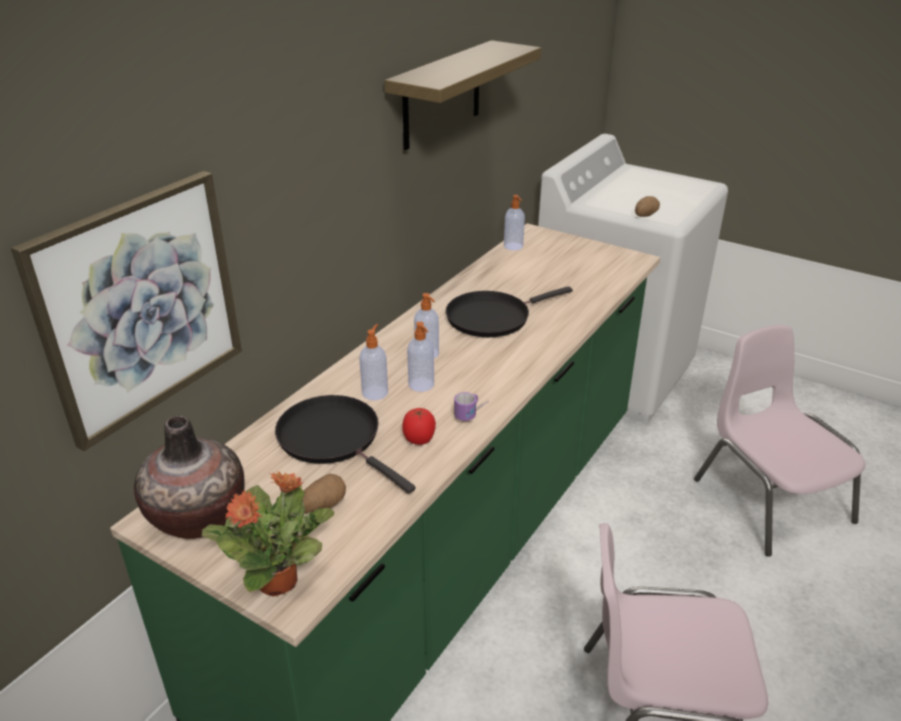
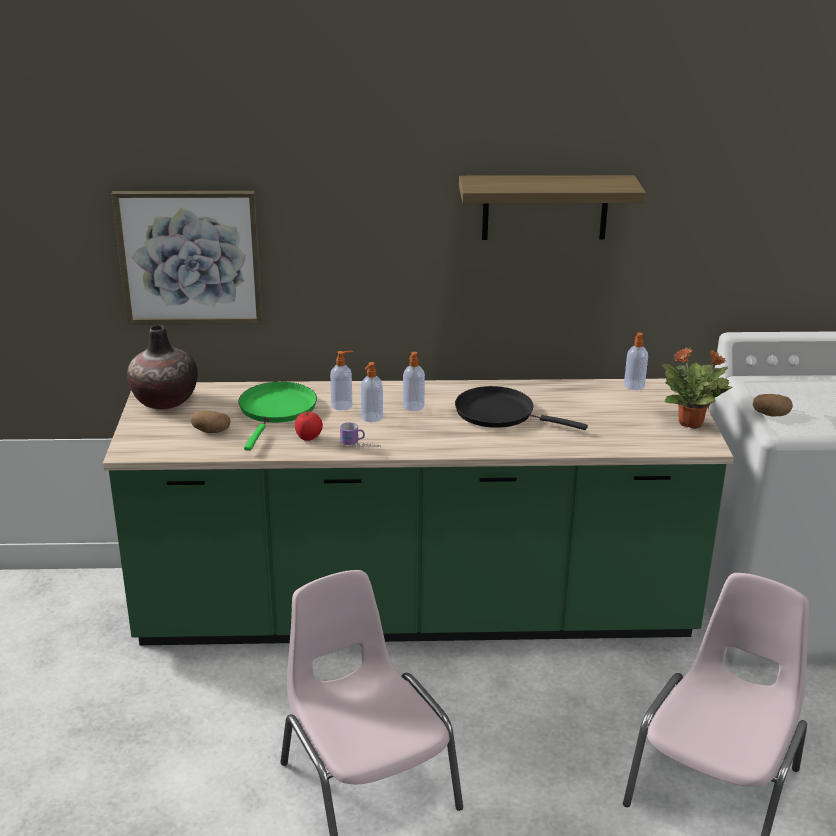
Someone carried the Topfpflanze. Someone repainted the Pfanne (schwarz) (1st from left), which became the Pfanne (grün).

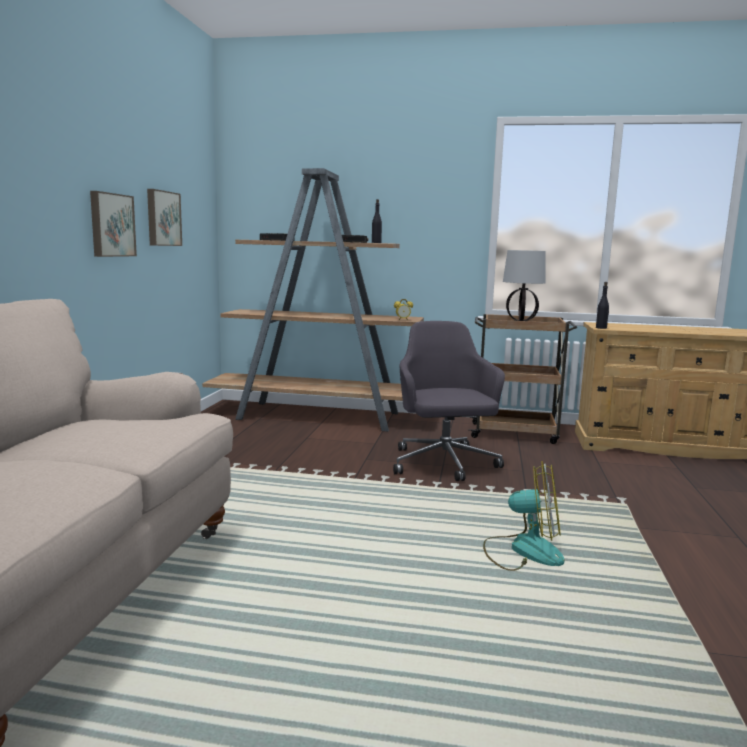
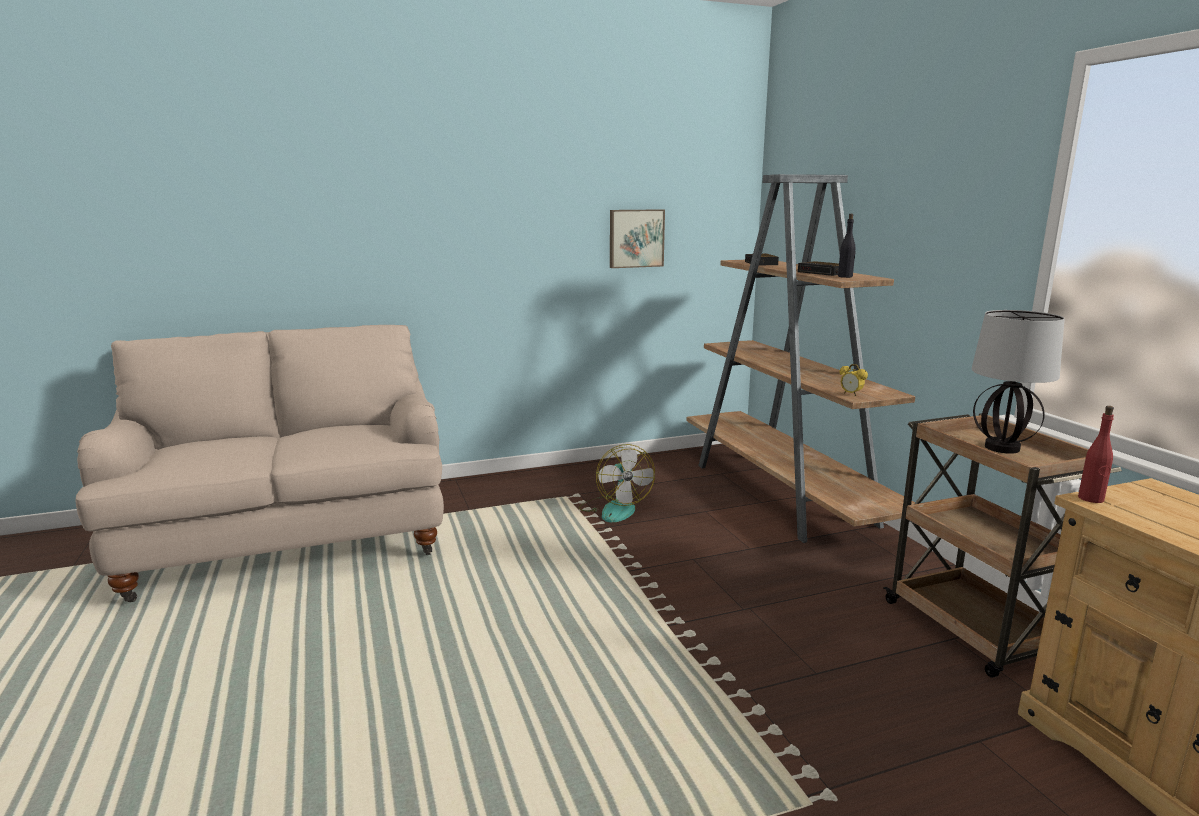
Someone took away the Bild (1st from left). Someone took away the Bürostuhl (grau). Someone carried the Ventilator. Someone repainted the Flasche (schwarz) (2nd from left), which became the Flasche (rot).

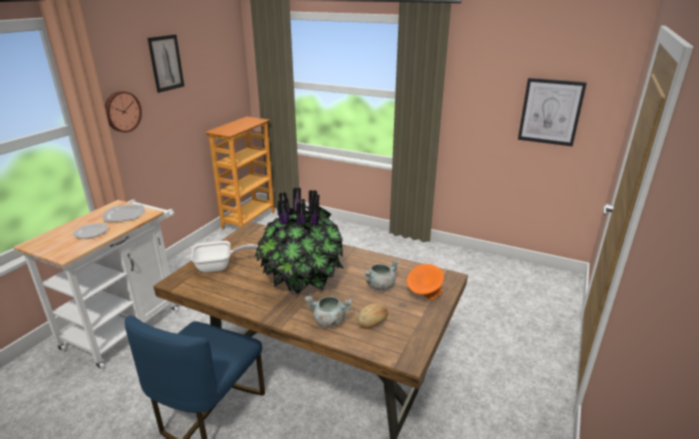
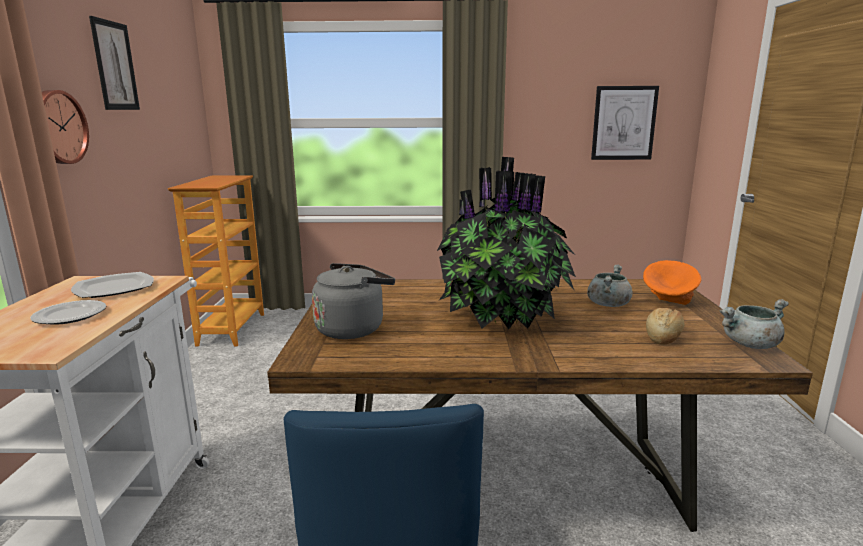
Someone carried the Kochtopf (grau) (1st from left in the first image). Someone swapped the Pfanne for the Wasserkessel (grau).

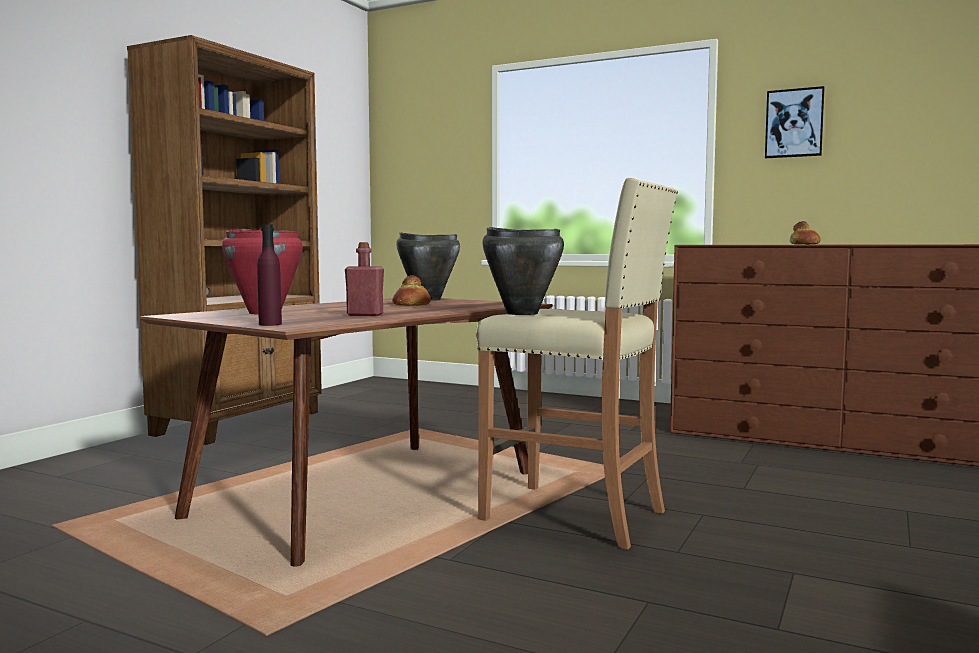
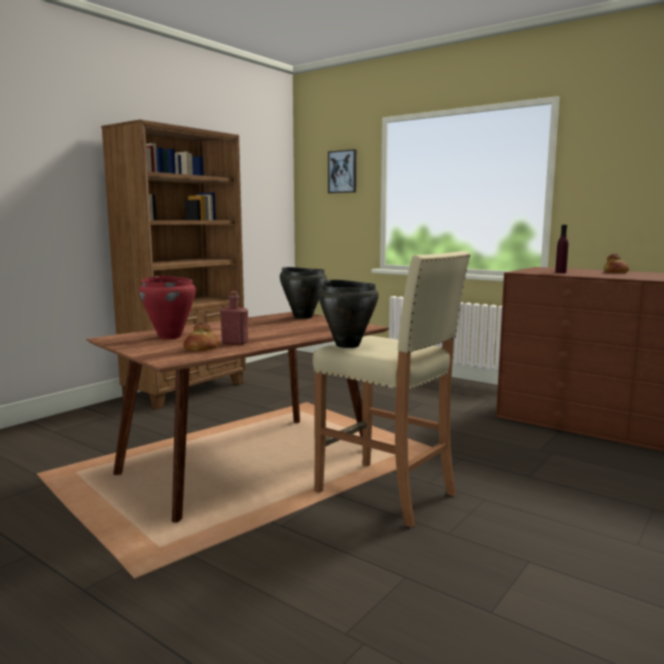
Someone carried the Flasche (lila). Someone carried the Brot (1st from left). Someone carried the Bild.

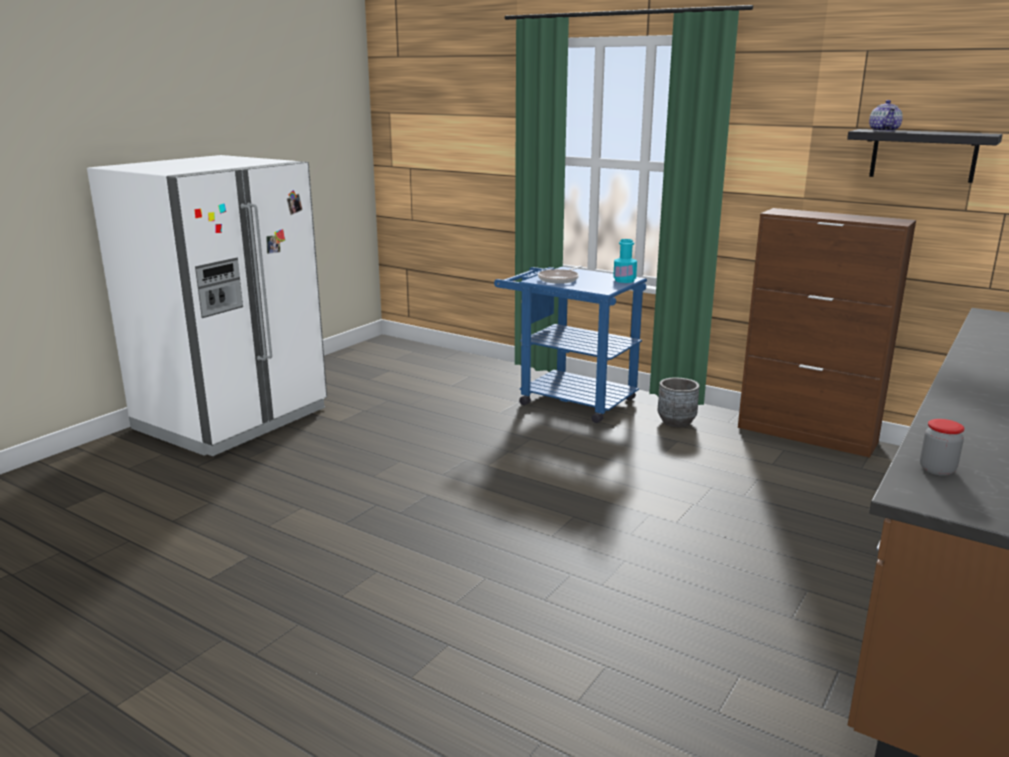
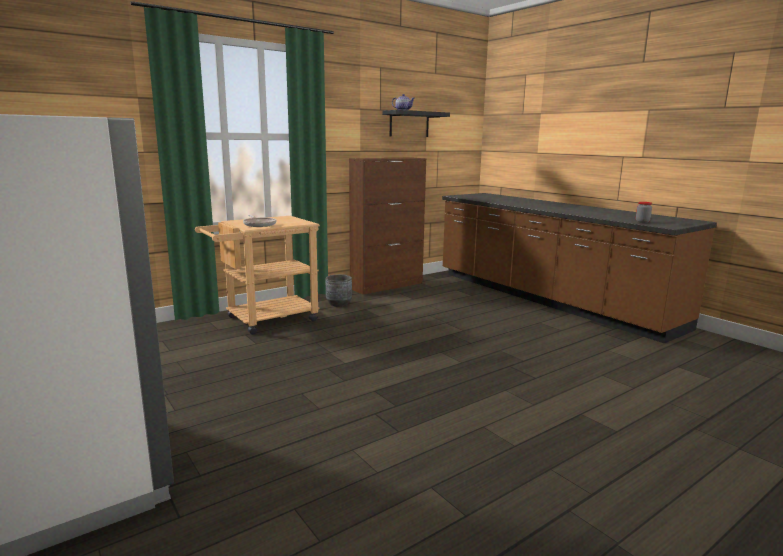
Someone took away the Flasche (türkis). Someone repainted the Rollwagen (blau), which became the Rollwagen (beige).

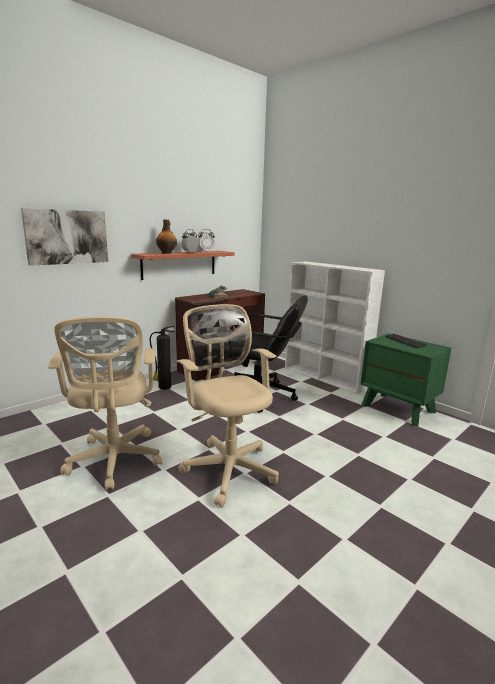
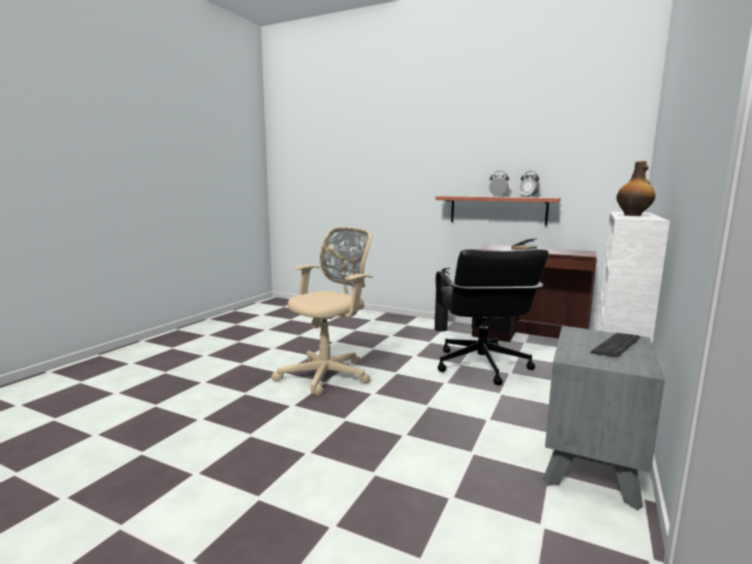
Someone took away the Bild. Someone took away the Bürostuhl (beige) (1st from left). Someone carried the Flasche. Someone repainted the Nachttisch (grün), which became the Nachttisch (grau).

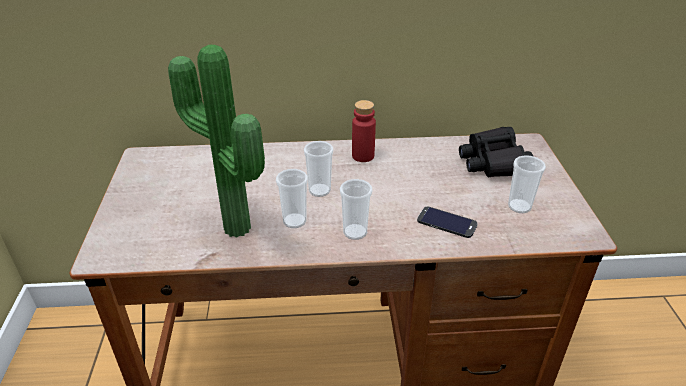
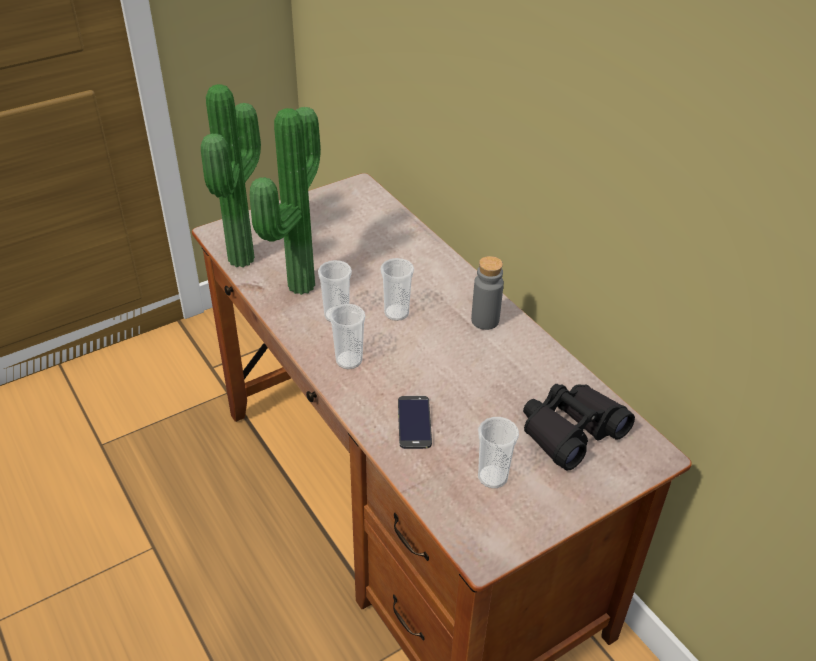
Someone put down the Topfpflanze (1st from left). Someone repainted the Flasche (rot), which became the Flasche (grau).

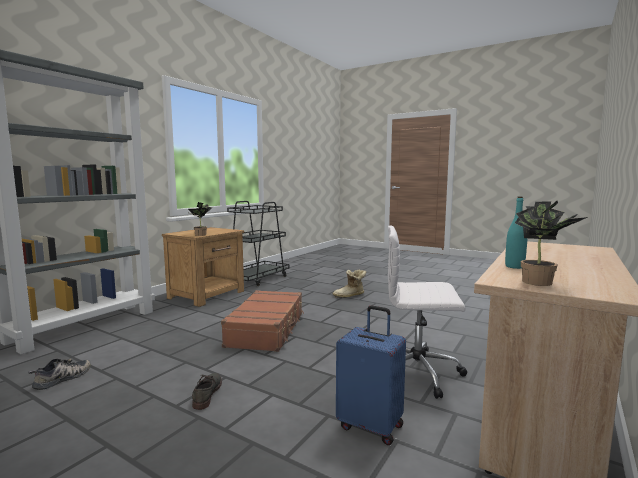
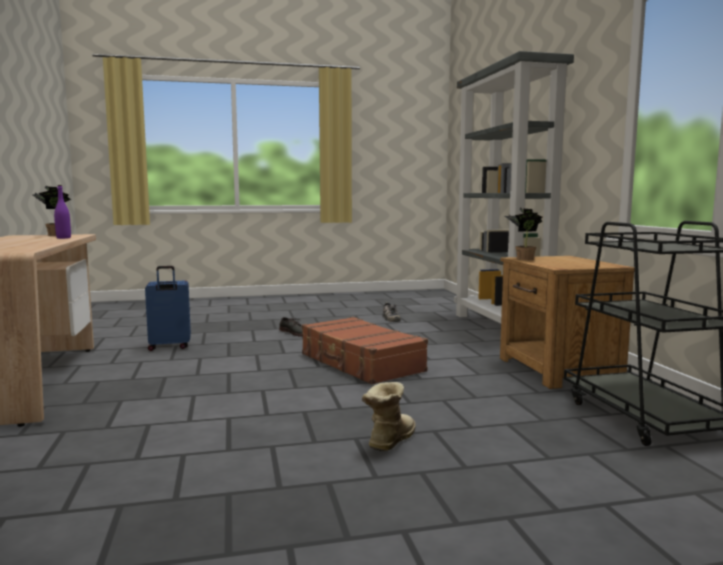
Someone took away the Bürostuhl (weiß). Someone repainted the Flasche (türkis), which became the Flasche (lila).

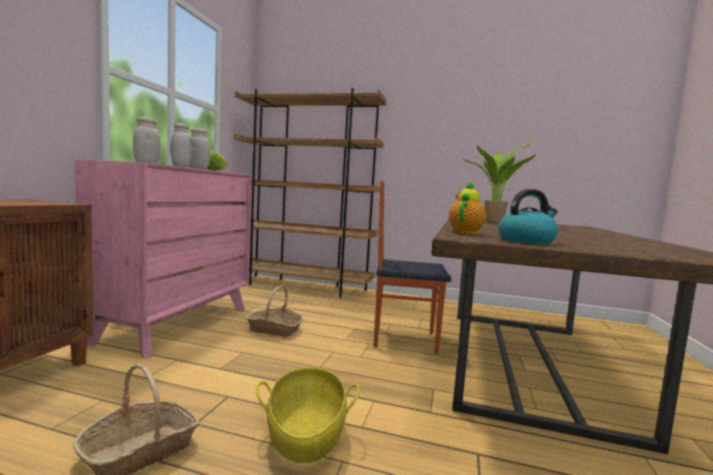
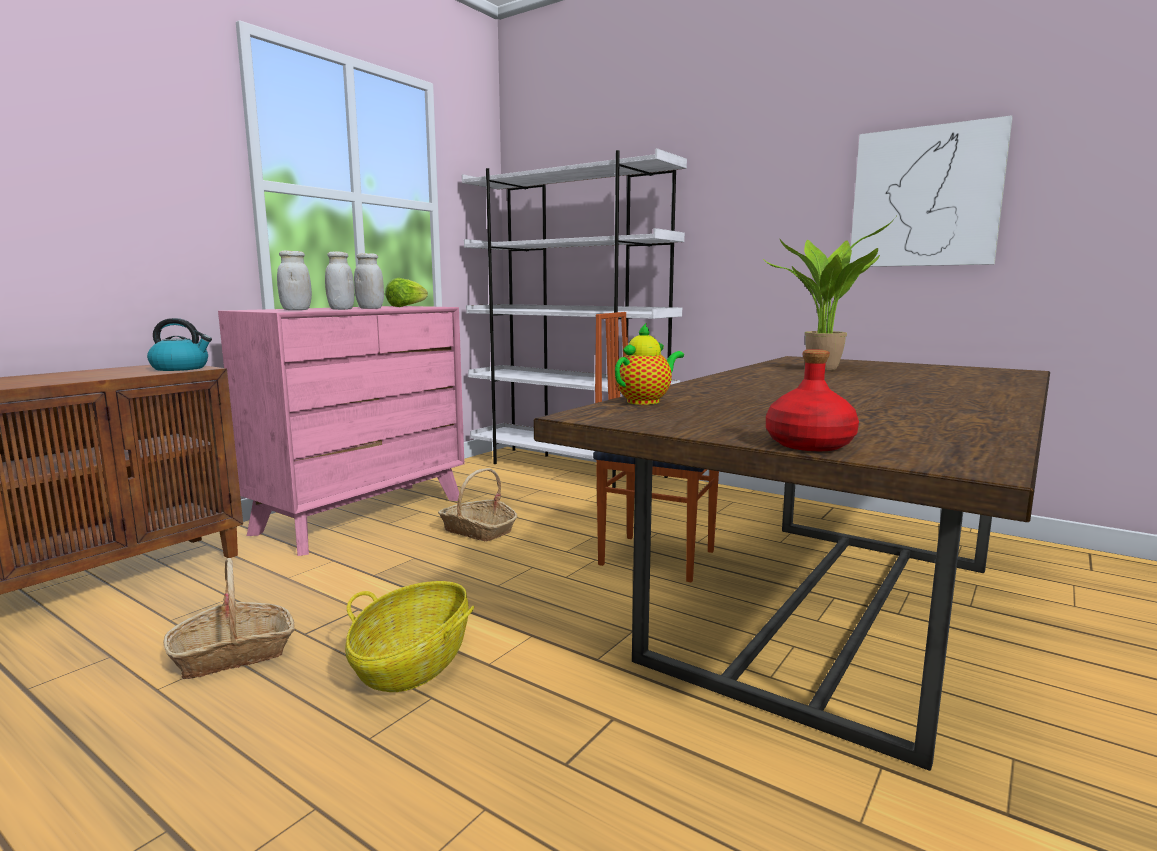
Someone put down the Flasche (rot). Someone put up the Bild. Someone carried the Wasserkessel. Someone repainted the Bücherregal (braun), which became the Bücherregal (weiß).

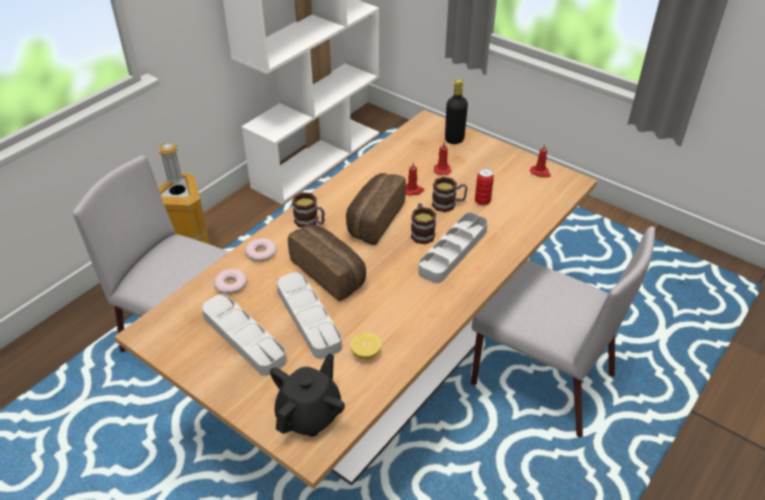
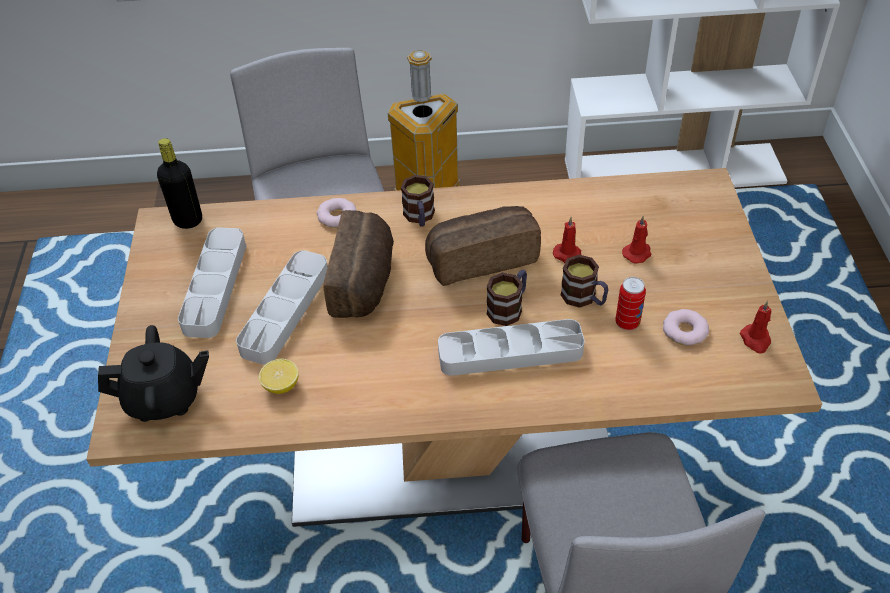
Someone carried the Donut (1st from left in the first image). Someone carried the Flasche (schwarz).

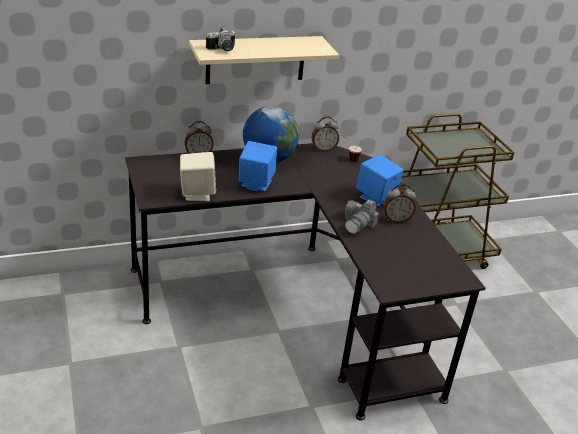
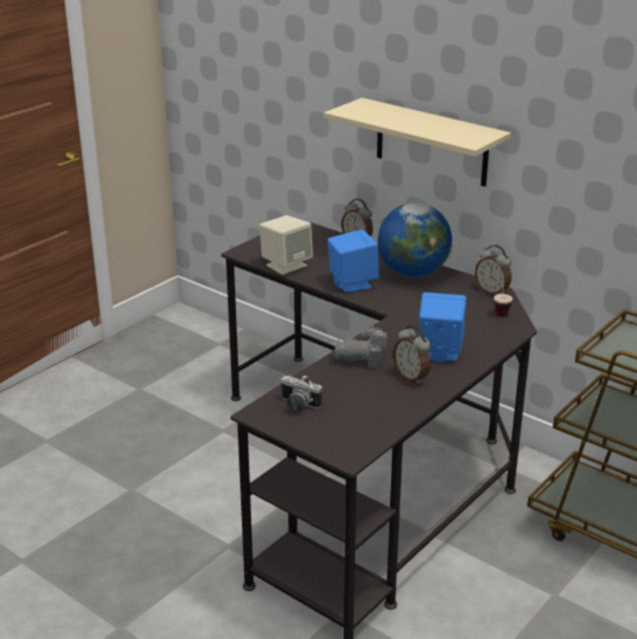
Someone carried the Kamera (1st from left).

